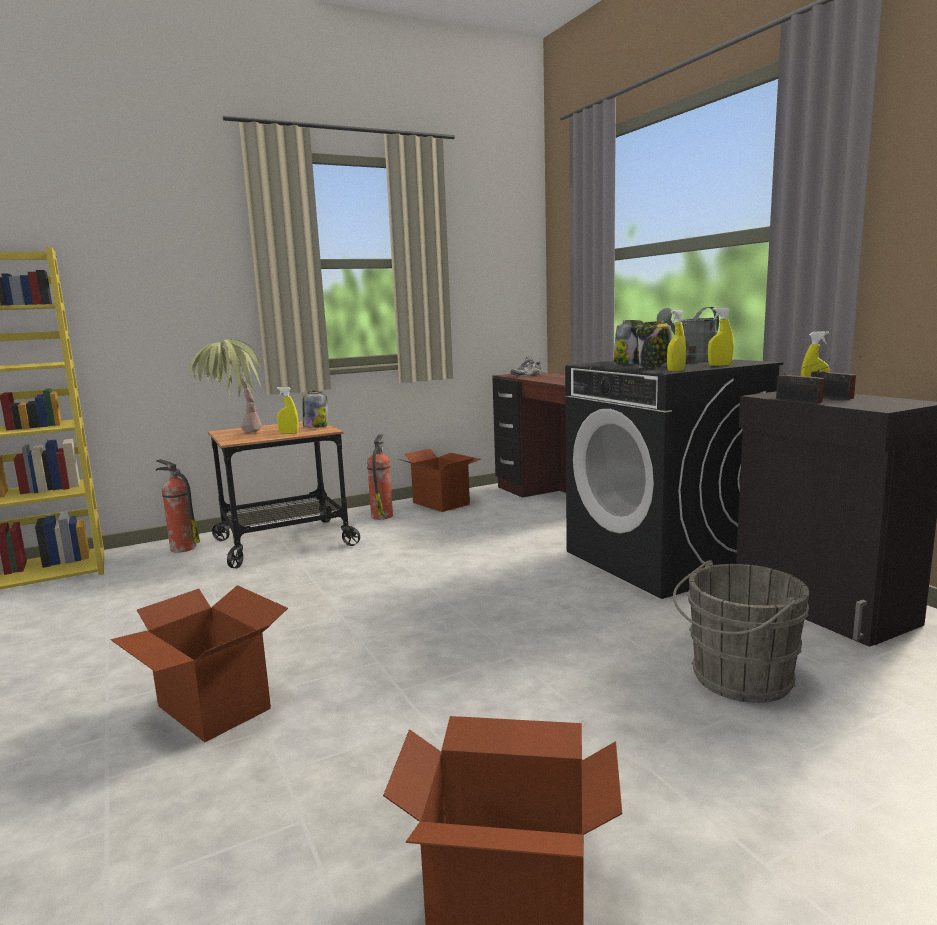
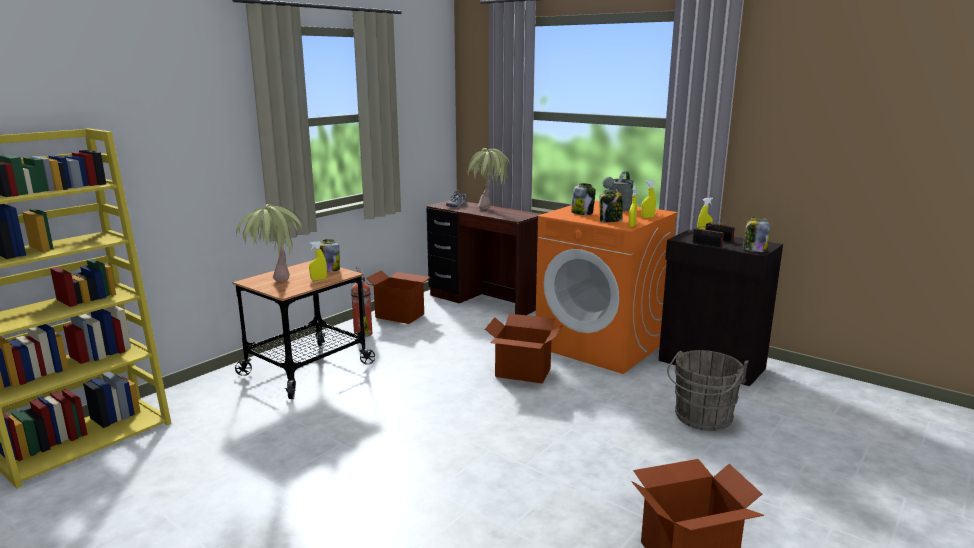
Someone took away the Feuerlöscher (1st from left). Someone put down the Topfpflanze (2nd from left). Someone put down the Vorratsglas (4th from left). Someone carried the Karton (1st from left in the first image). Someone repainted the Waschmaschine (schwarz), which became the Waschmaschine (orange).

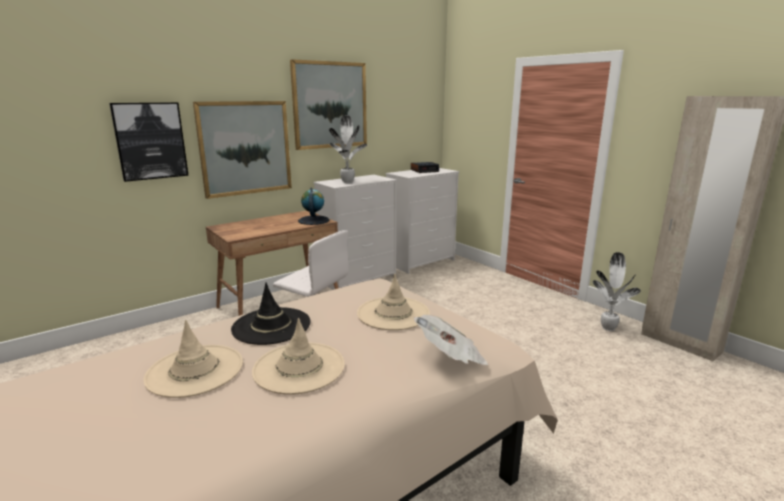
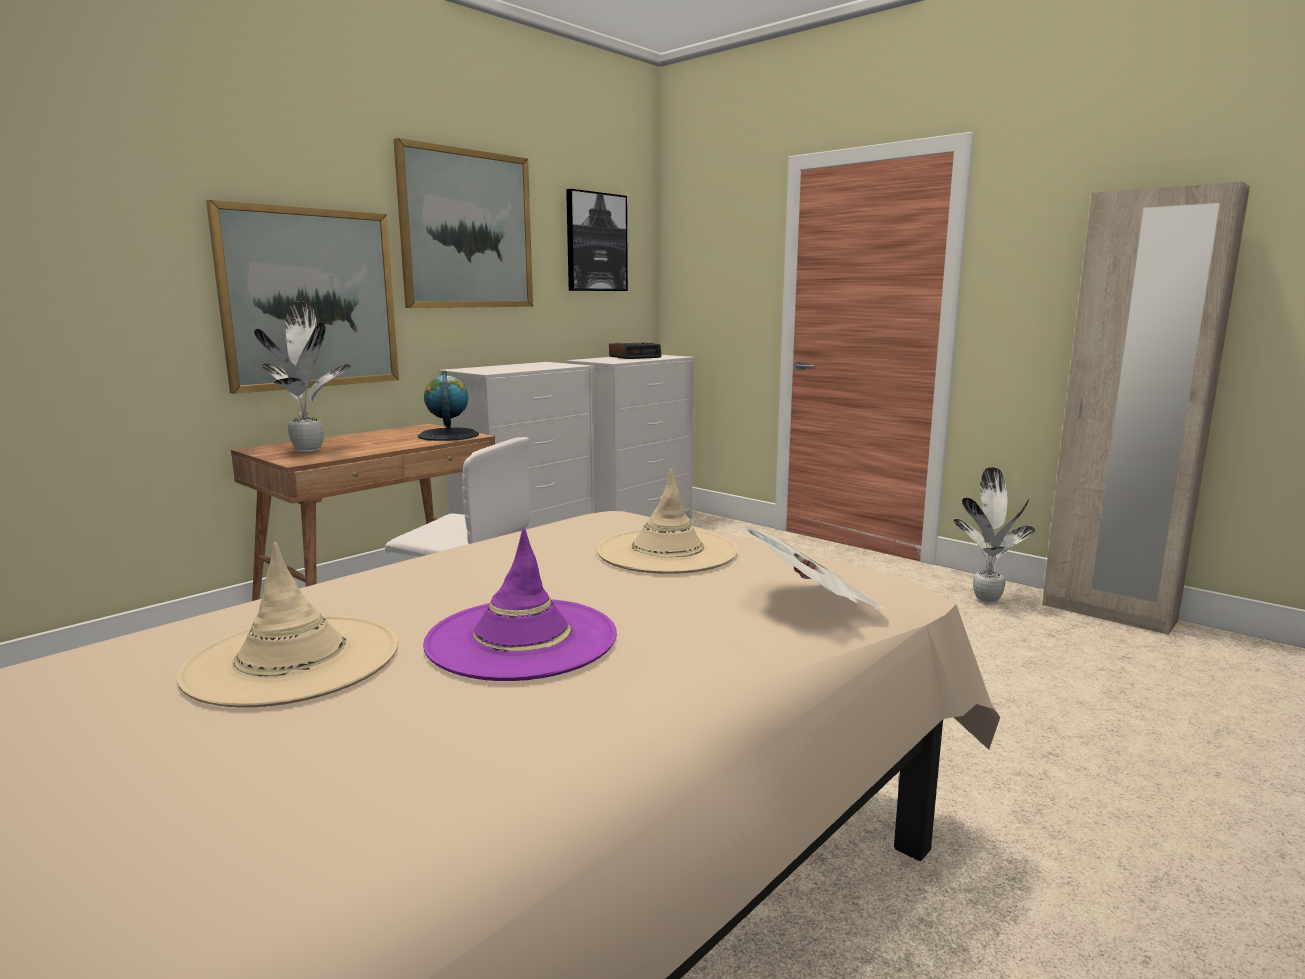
Someone took away the Hut (schwarz). Someone carried the Bild (1st from left in the first image). Someone carried the Topfpflanze (1st from left). Someone repainted the Hut (beige) (2nd from left), which became the Hut (lila).

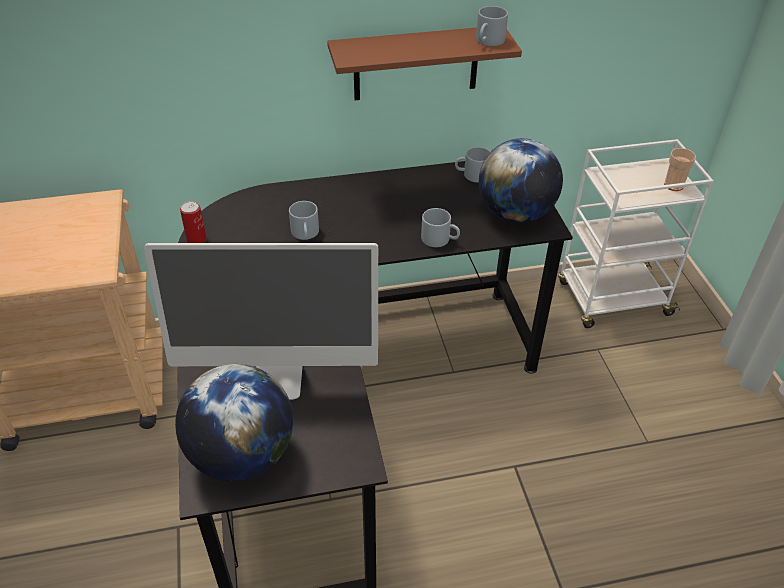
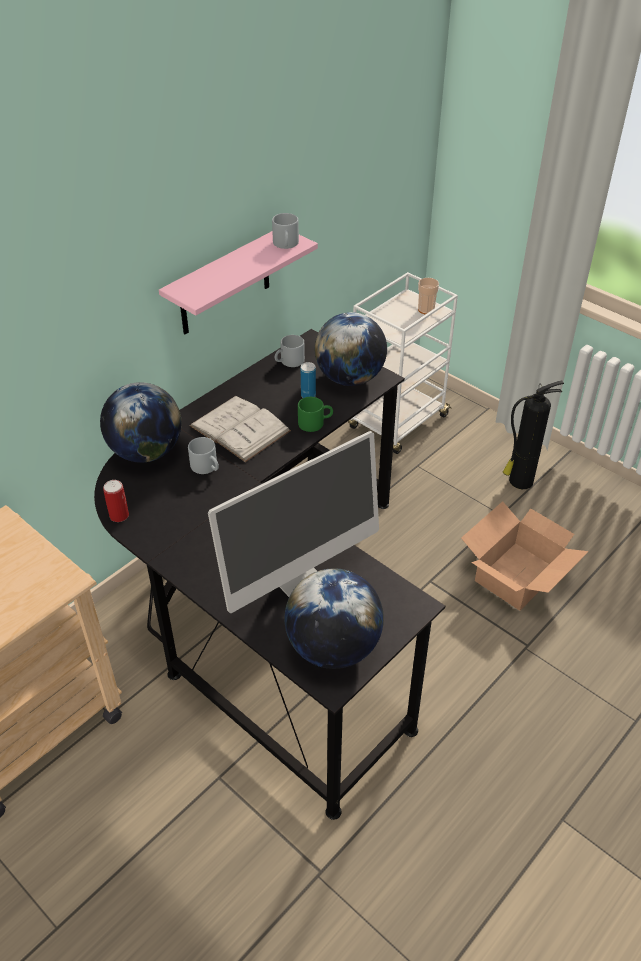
Someone put down the Globus (1st from left). Someone put down the Buch (weiß). Someone put down the Dose (2nd from left). Someone put down the Karton. Someone put down the Feuerlöscher. Someone repainted the Wandregal (braun), which became the Wandregal (rosa). Someone repainted the Henkelbecher (grau) (2nd from left), which became the Henkelbecher (grün).

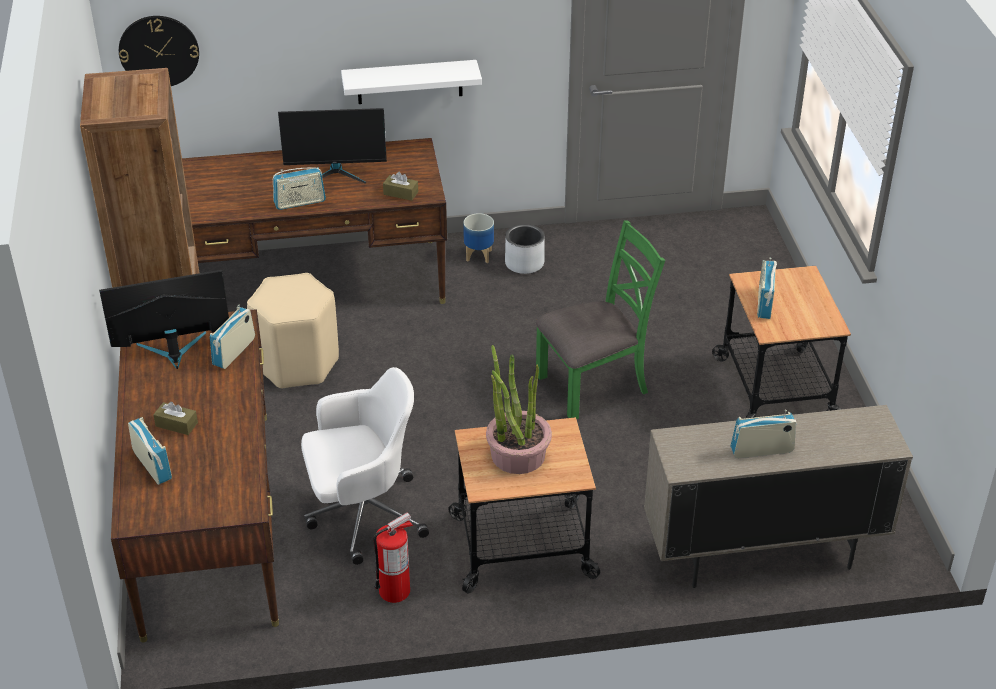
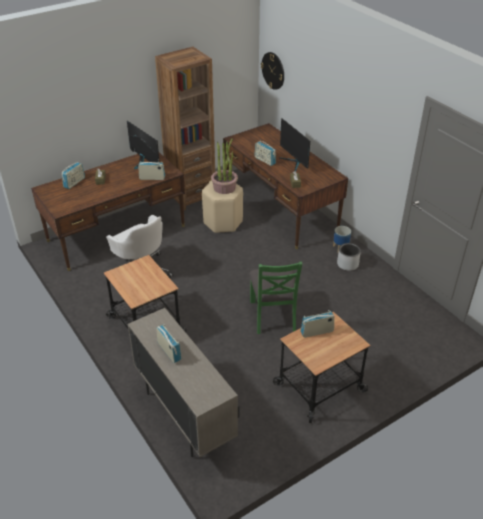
Someone took away the Wandregal (weiß). Someone took away the Feuerlöscher. Someone carried the Topfpflanze. Someone rotated the Stuhl (grün) by 45 degrees clockwise.

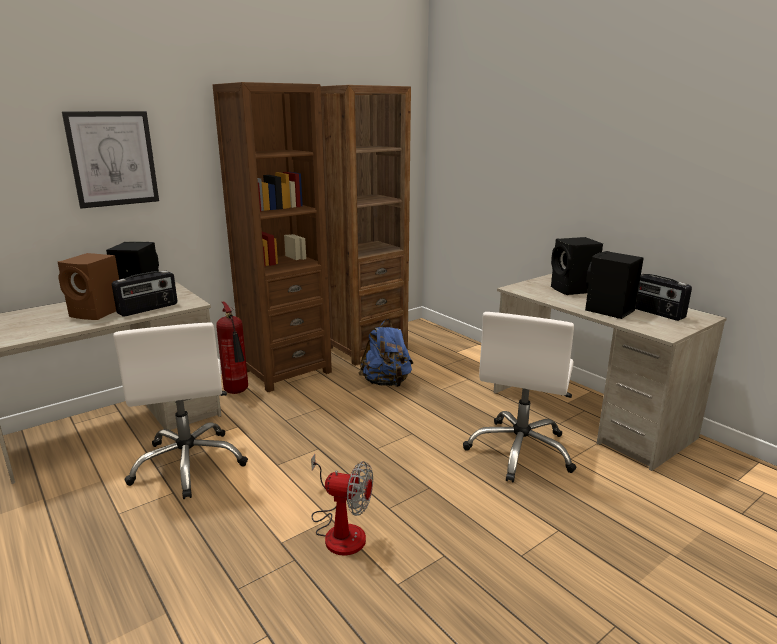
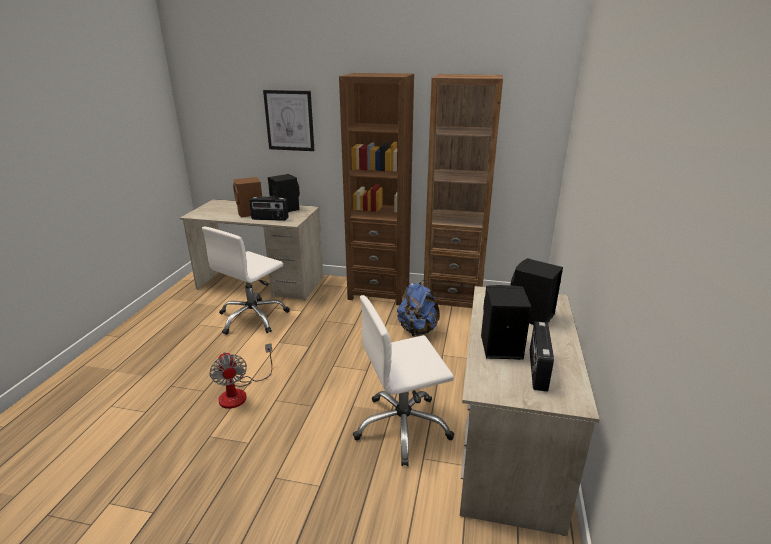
Someone took away the Feuerlöscher.

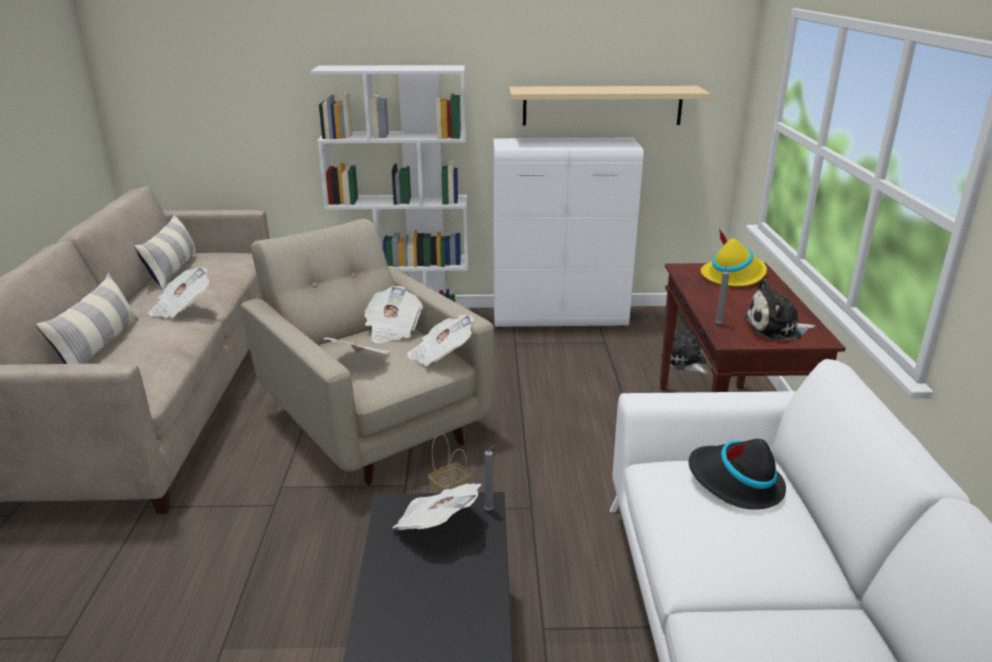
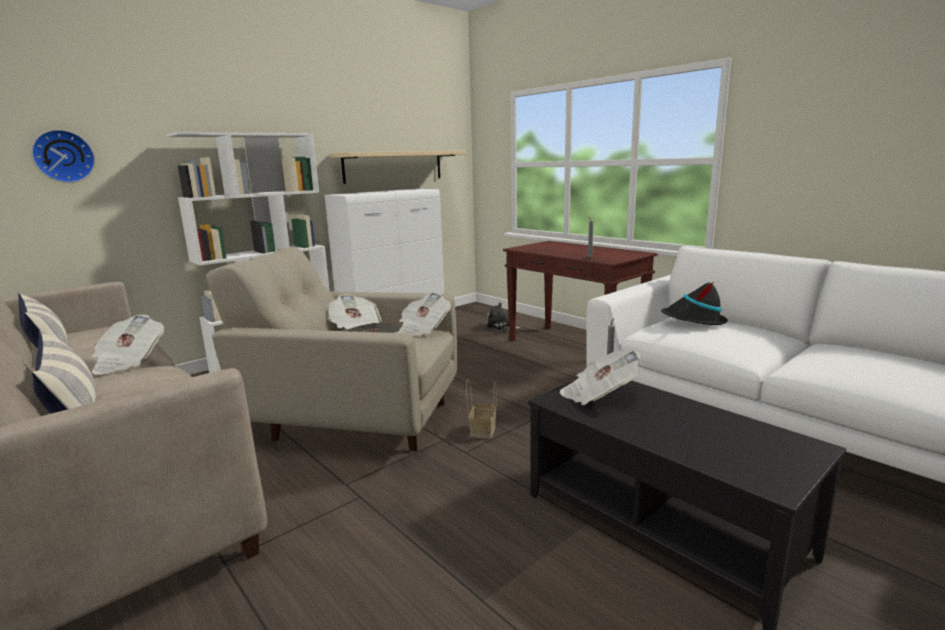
Someone took away the Hut (gelb). Someone took away the Plüschtier (2nd from left). Someone put up the Wanduhr.

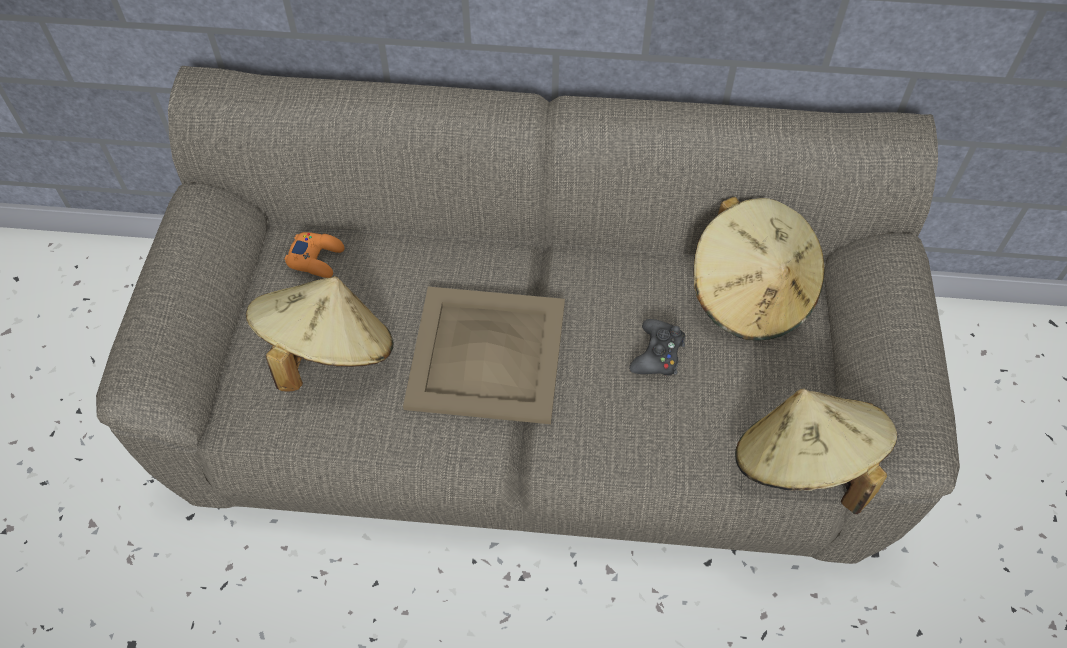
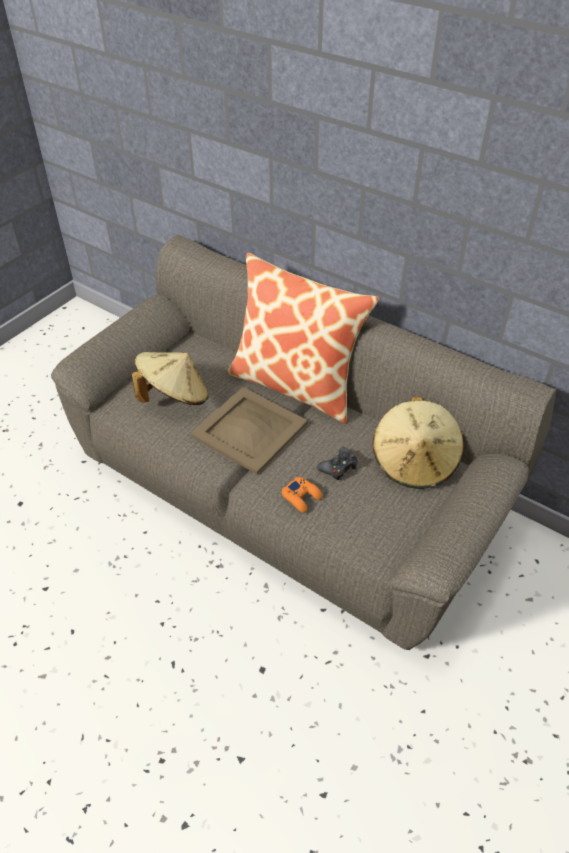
Someone took away the Hut (beige) (3rd from left). Someone put down the Kissen. Someone carried the Gamepad (orange).

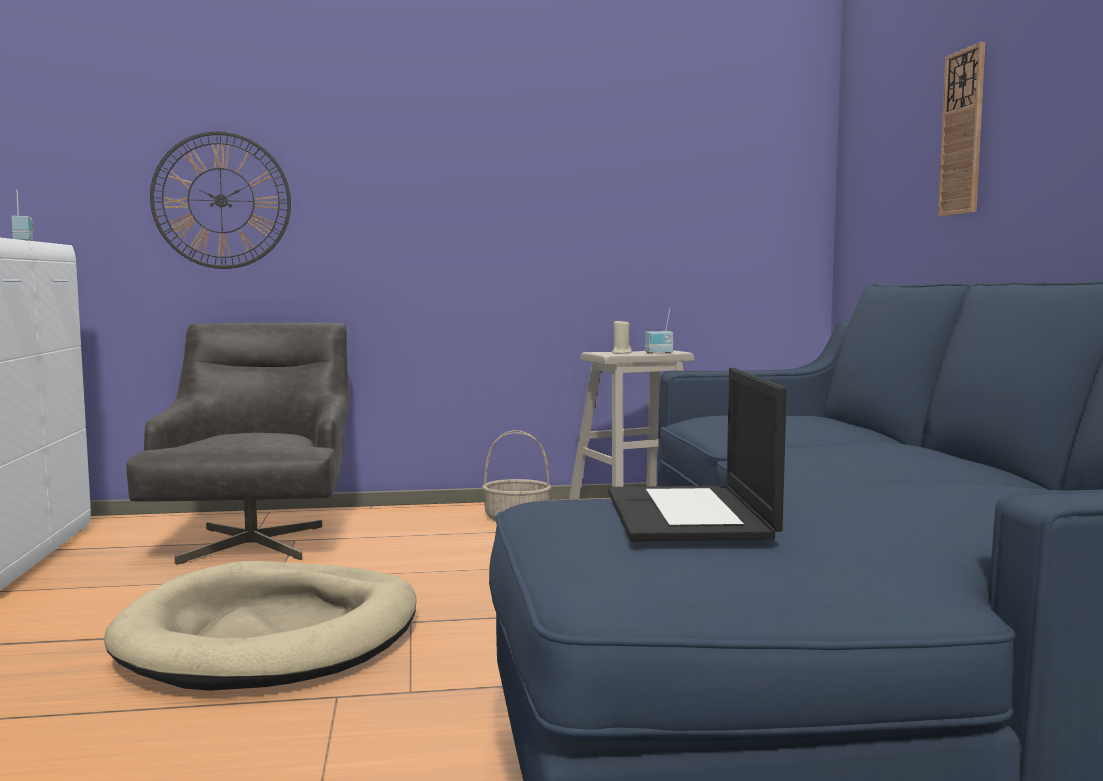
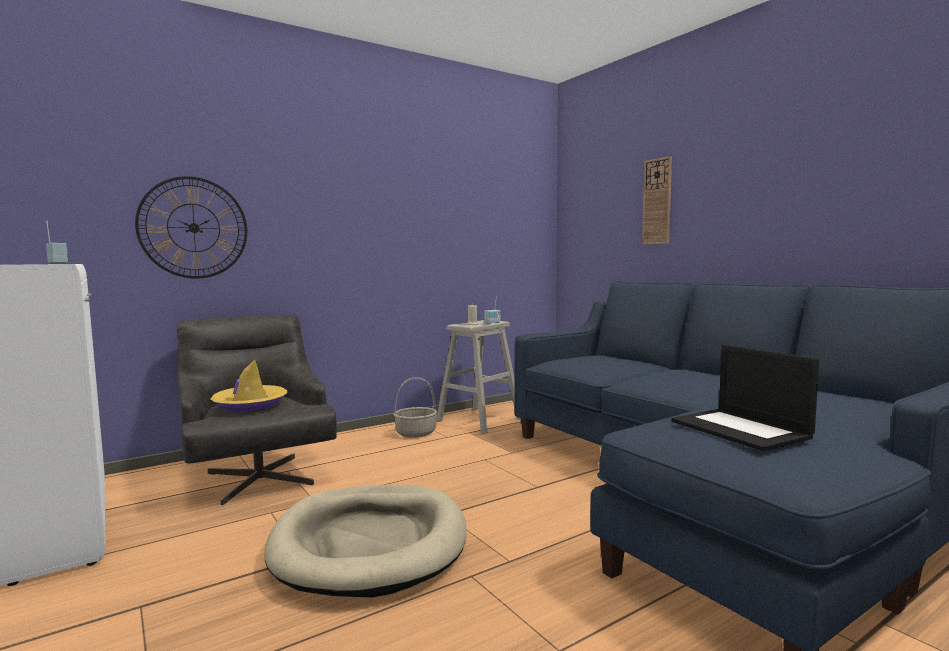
Someone put down the Hut (gelb).

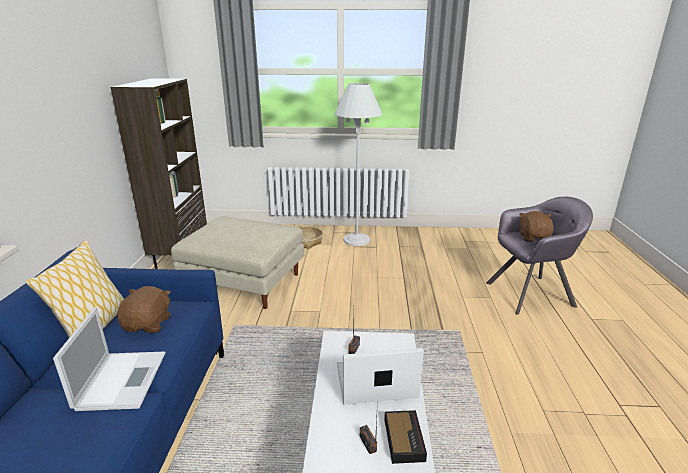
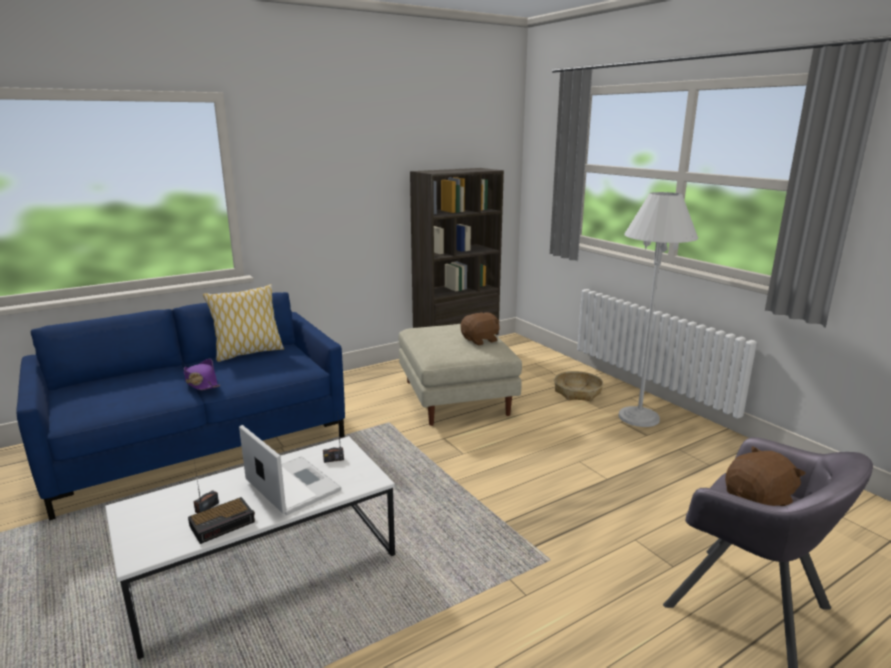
Someone carried the Plüschtier (braun) (1st from left). Someone swapped the Laptop (1st from left) for the Hut (lila).

